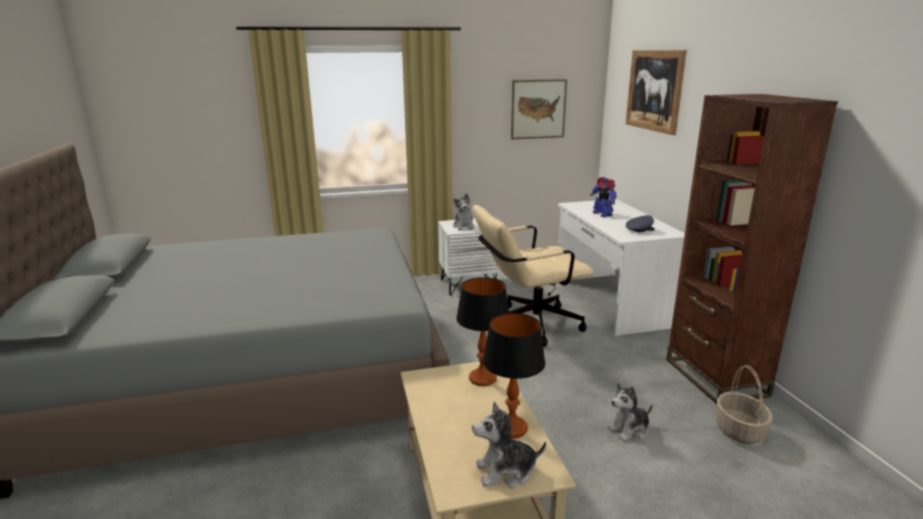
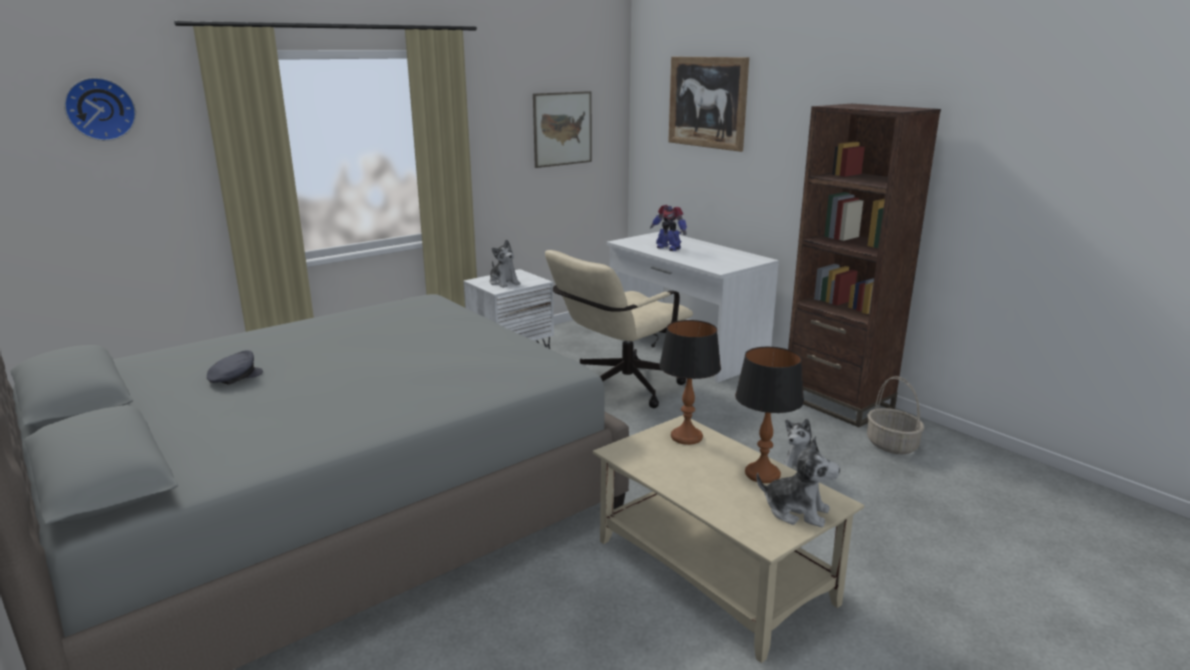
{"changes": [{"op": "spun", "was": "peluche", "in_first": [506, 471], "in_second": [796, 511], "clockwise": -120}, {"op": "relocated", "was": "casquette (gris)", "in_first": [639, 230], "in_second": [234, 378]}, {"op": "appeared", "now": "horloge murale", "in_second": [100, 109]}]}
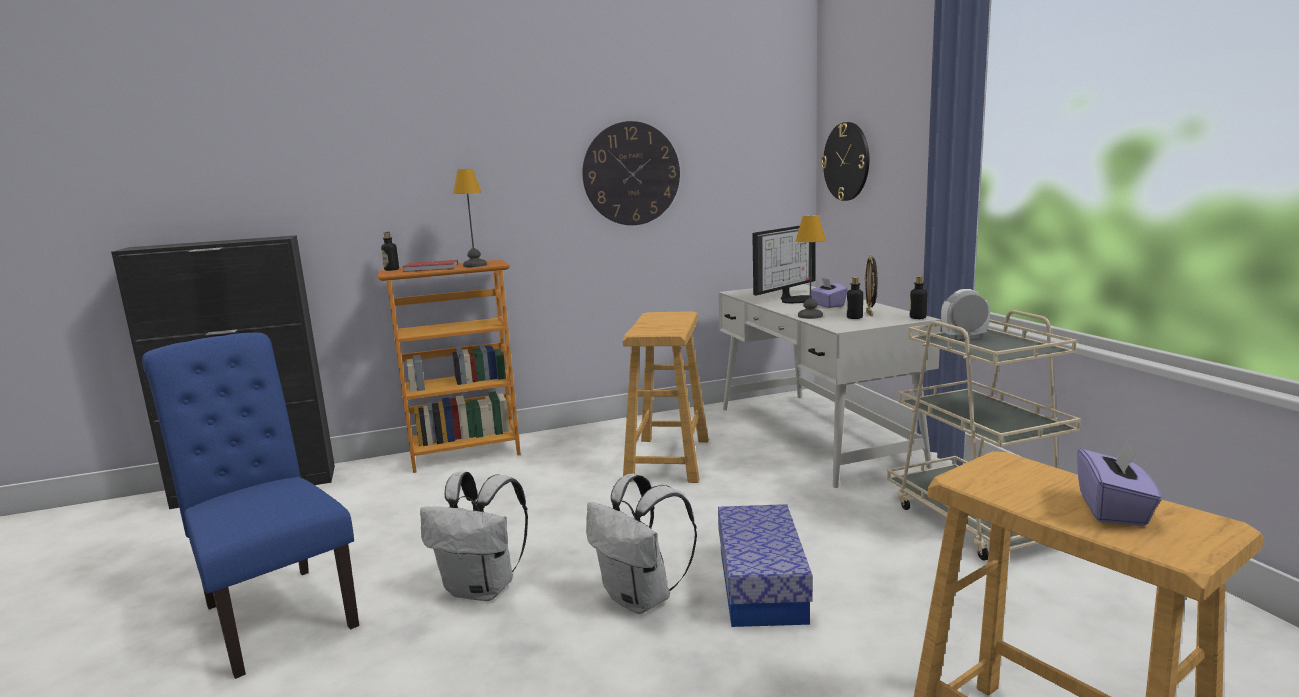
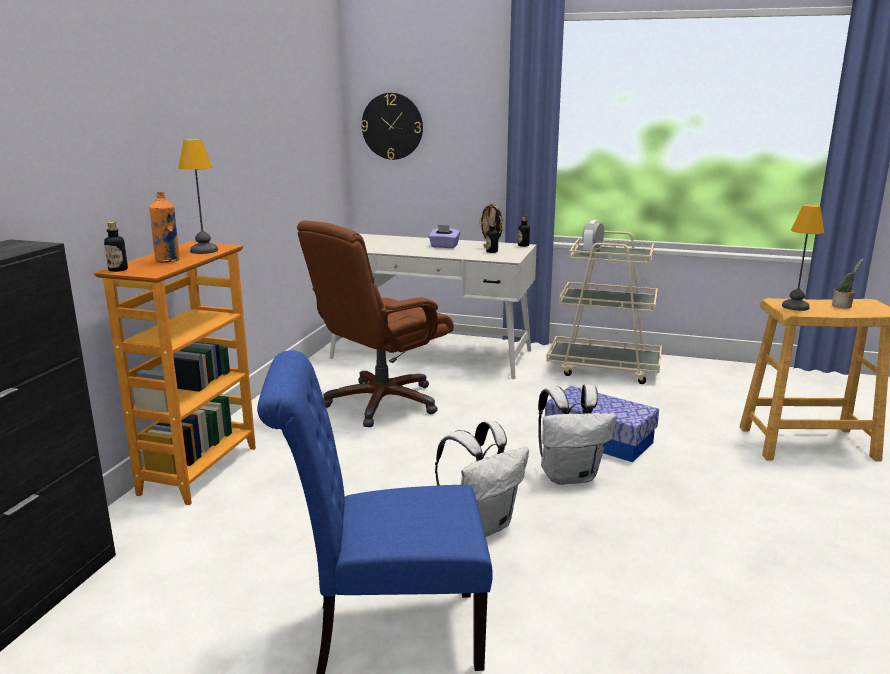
{"changes": [{"op": "exchanged", "was": "livre (rouge)", "now": "bouteille (orange)", "in_first": [431, 268], "in_second": [168, 261]}, {"op": "missing", "was": "horloge murale", "in_first": [631, 174]}, {"op": "exchanged", "was": "tabouret (beige)", "now": "chaise de bureau (marron)", "in_first": [668, 459], "in_second": [381, 403]}, {"op": "missing", "was": "écran d'ordinateur", "in_first": [794, 299]}, {"op": "relocated", "was": "lampe de table", "in_first": [811, 316], "in_second": [795, 306]}, {"op": "exchanged", "was": "boîte à mouchoirs (violet)", "now": "plante en pot", "in_first": [1113, 509], "in_second": [843, 306]}]}
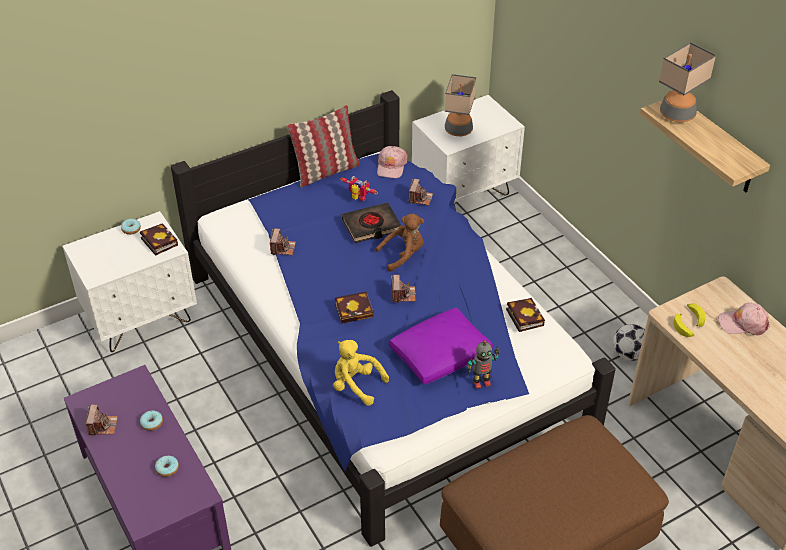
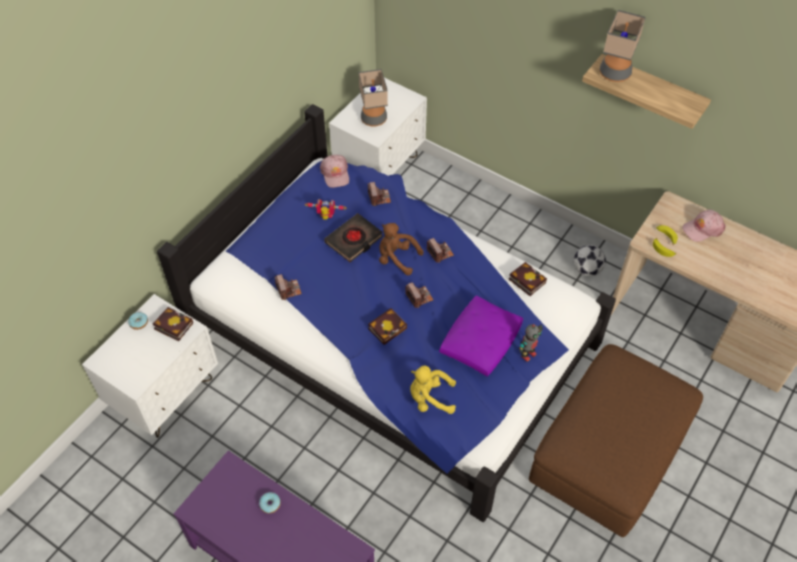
{"changes": [{"op": "relocated", "was": "appareil photo", "in_first": [102, 426], "in_second": [440, 253]}, {"op": "missing", "was": "beignet", "in_first": [167, 469]}, {"op": "missing", "was": "coussin", "in_first": [326, 171]}, {"op": "spun", "was": "peluche (marron)", "in_first": [403, 255], "in_second": [396, 258], "clockwise": -105}]}
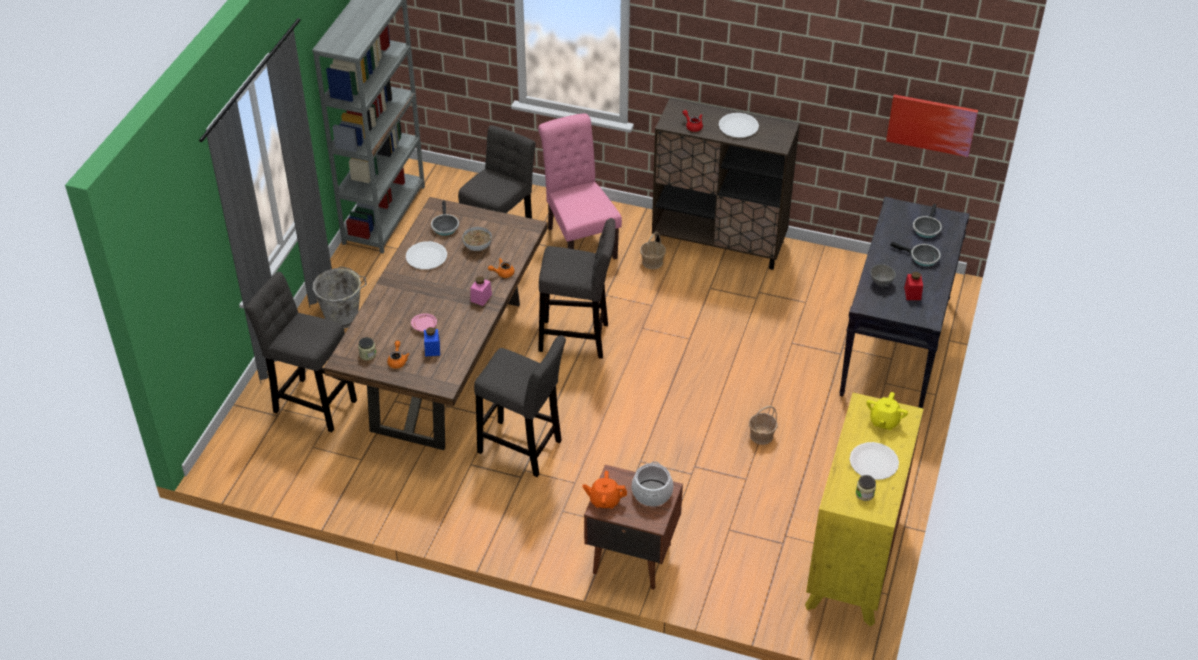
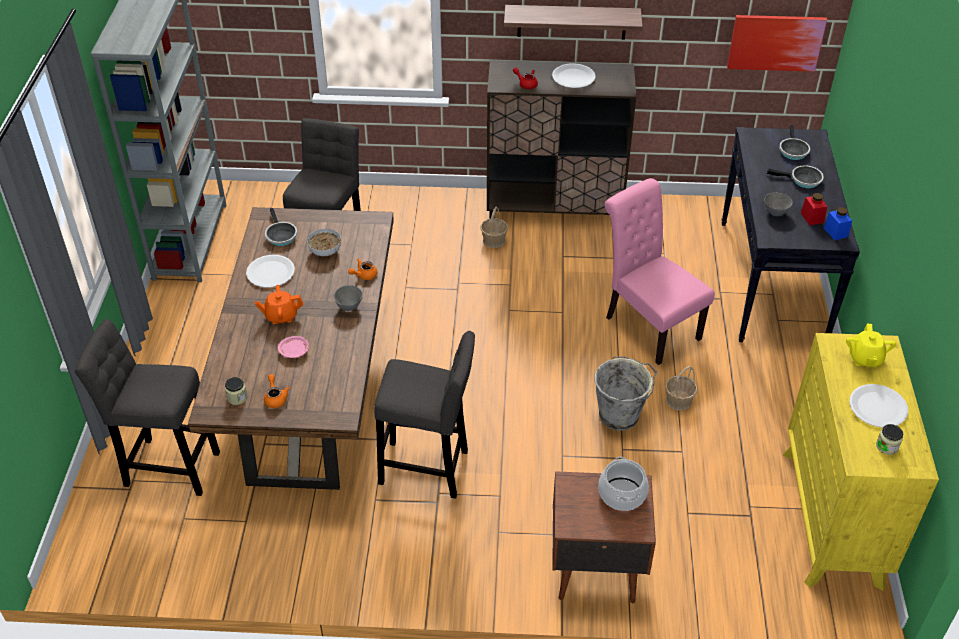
{"changes": [{"op": "relocated", "was": "seau (gris)", "in_first": [343, 317], "in_second": [620, 415]}, {"op": "relocated", "was": "bocal (bleu)", "in_first": [432, 349], "in_second": [836, 232]}, {"op": "exchanged", "was": "bocal (rose)", "now": "bol (gris)", "in_first": [481, 298], "in_second": [349, 307]}, {"op": "relocated", "was": "chaise (rose)", "in_first": [579, 240], "in_second": [648, 325]}, {"op": "missing", "was": "tabouret (gris)", "in_first": [578, 339]}, {"op": "relocated", "was": "théière (orange)", "in_first": [604, 500], "in_second": [281, 316]}, {"op": "appeared", "now": "étagère", "in_second": [571, 22]}]}
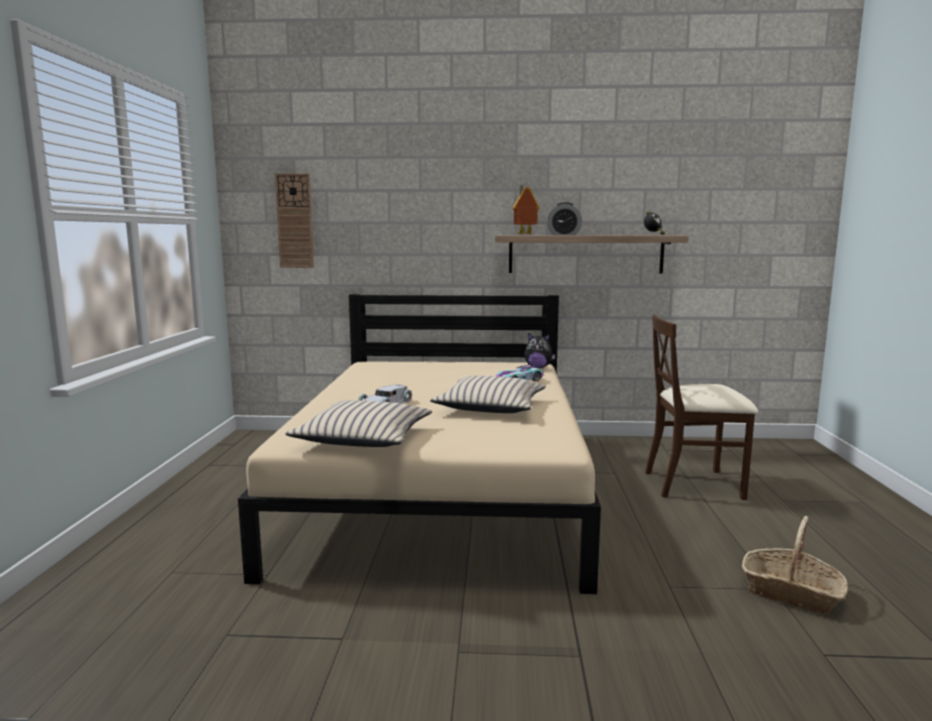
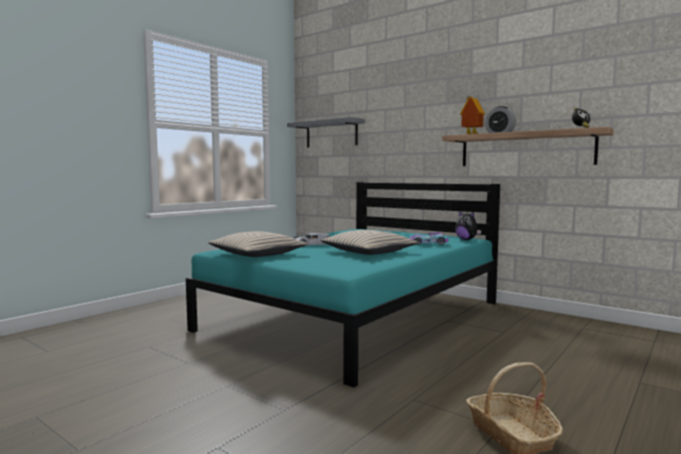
{"changes": [{"op": "colour", "was": "lit (beige)", "now": "lit (turquoise)", "in_first": [441, 490], "in_second": [357, 315]}, {"op": "exchanged", "was": "horloge murale", "now": "étagère (gris)", "in_first": [295, 221], "in_second": [331, 134]}, {"op": "missing", "was": "chaise (beige)", "in_first": [694, 484]}]}
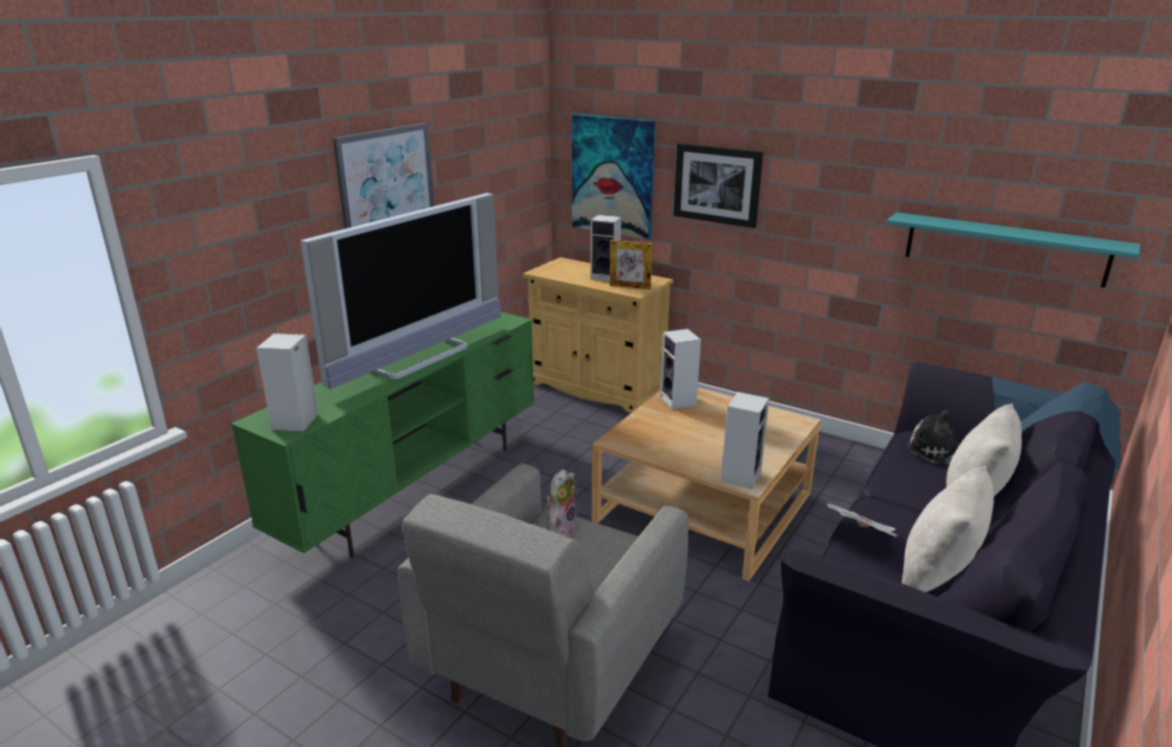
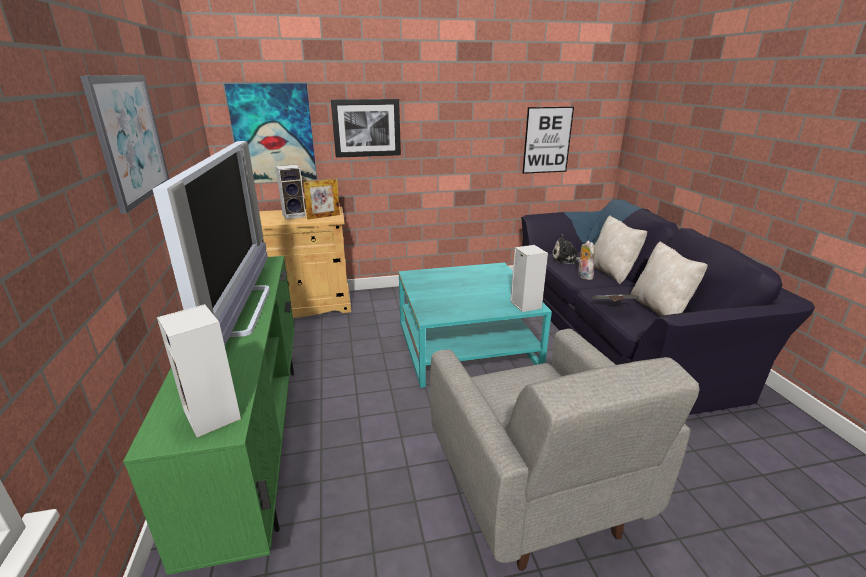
{"changes": [{"op": "relocated", "was": "peluche", "in_first": [560, 529], "in_second": [583, 276]}, {"op": "colour", "was": "table basse (beige)", "now": "table basse (turquoise)", "in_first": [704, 507], "in_second": [466, 345]}, {"op": "missing", "was": "enceinte", "in_first": [679, 401]}, {"op": "exchanged", "was": "étagère (turquoise)", "now": "tableau", "in_first": [1004, 249], "in_second": [547, 140]}]}
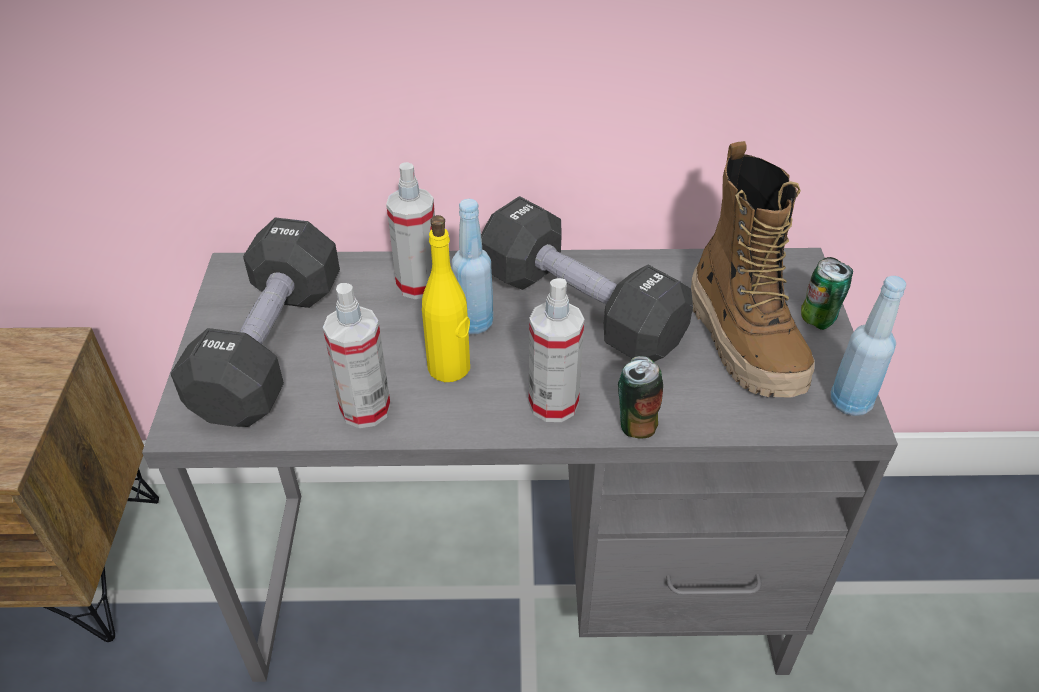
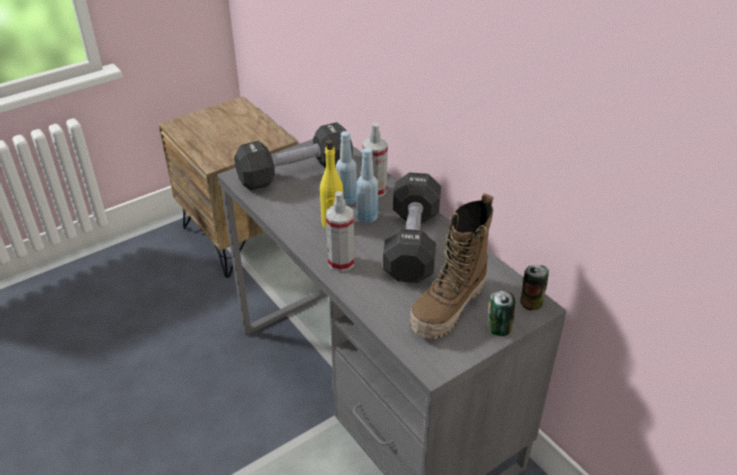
{"changes": [{"op": "missing", "was": "vaporisateur", "in_first": [365, 409]}, {"op": "relocated", "was": "boîte métallique", "in_first": [636, 423], "in_second": [531, 303]}, {"op": "relocated", "was": "bouteille (bleu)", "in_first": [850, 403], "in_second": [346, 200]}]}
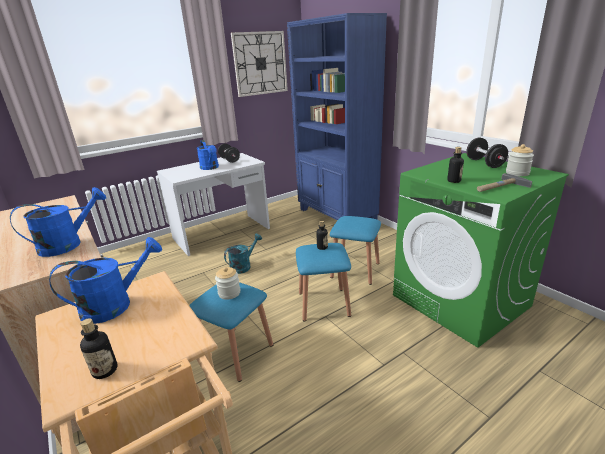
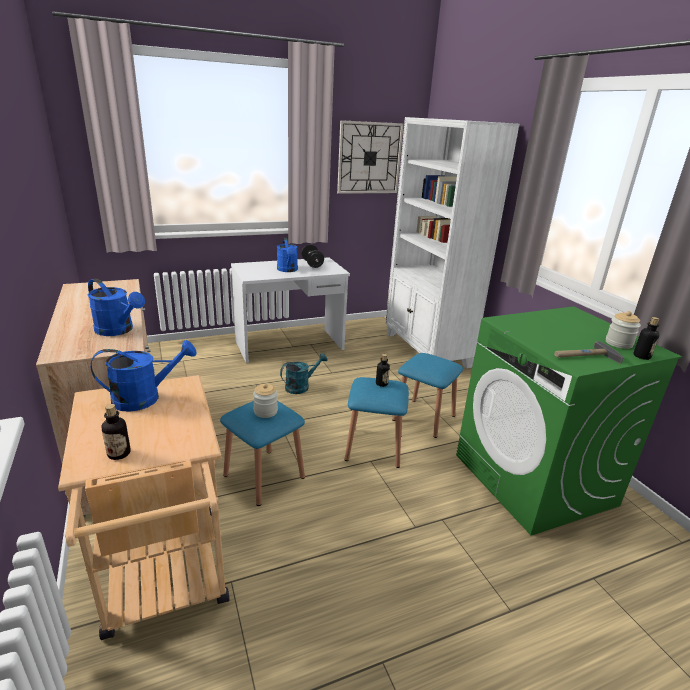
{"changes": [{"op": "spun", "was": "arrosoir (bleu)", "in_first": [68, 244], "in_second": [118, 330], "clockwise": 60}, {"op": "colour", "was": "bibliothèque (bleu)", "now": "bibliothèque (blanc)", "in_first": [336, 216], "in_second": [426, 350]}, {"op": "relocated", "was": "bouteille", "in_first": [454, 181], "in_second": [641, 356]}, {"op": "missing", "was": "haltère (noir)", "in_first": [484, 163]}]}
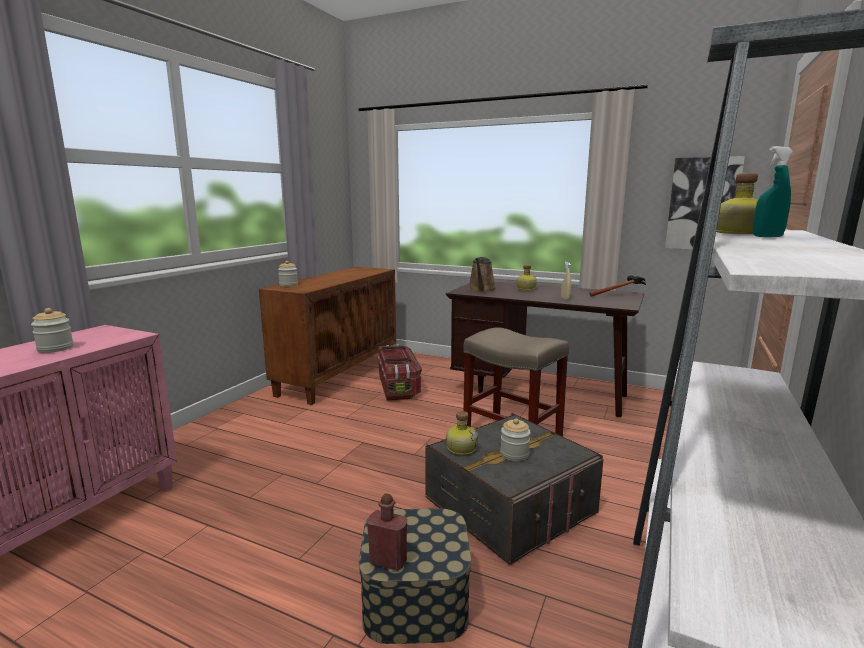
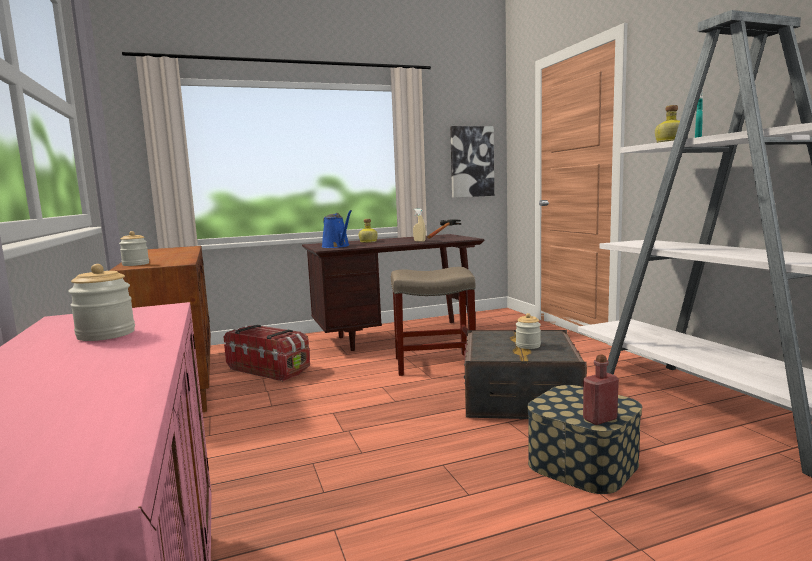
{"changes": [{"op": "missing", "was": "bouteille", "in_first": [461, 448]}, {"op": "colour", "was": "arrosoir (marron)", "now": "arrosoir (bleu)", "in_first": [481, 290], "in_second": [337, 246]}]}
